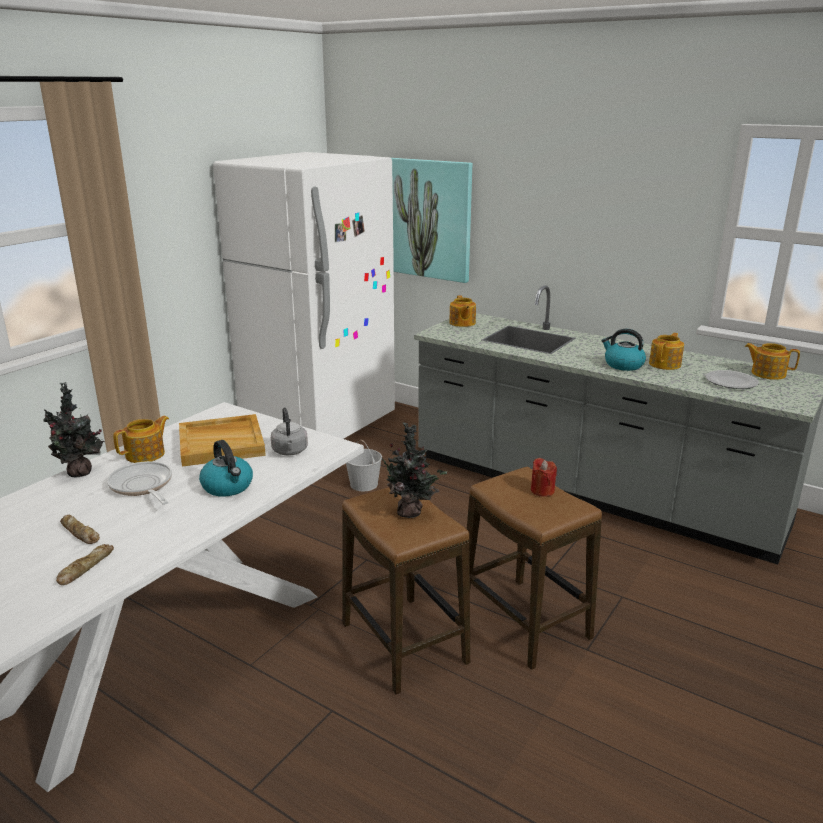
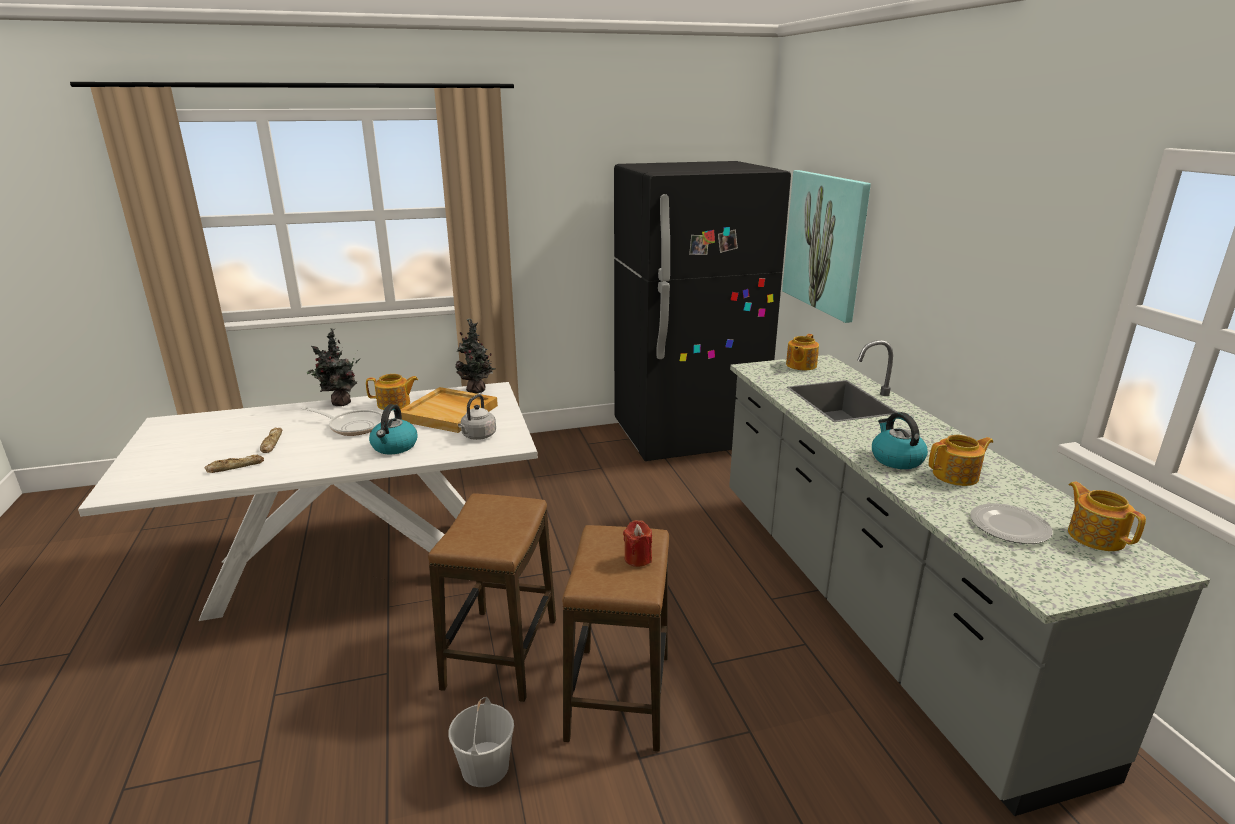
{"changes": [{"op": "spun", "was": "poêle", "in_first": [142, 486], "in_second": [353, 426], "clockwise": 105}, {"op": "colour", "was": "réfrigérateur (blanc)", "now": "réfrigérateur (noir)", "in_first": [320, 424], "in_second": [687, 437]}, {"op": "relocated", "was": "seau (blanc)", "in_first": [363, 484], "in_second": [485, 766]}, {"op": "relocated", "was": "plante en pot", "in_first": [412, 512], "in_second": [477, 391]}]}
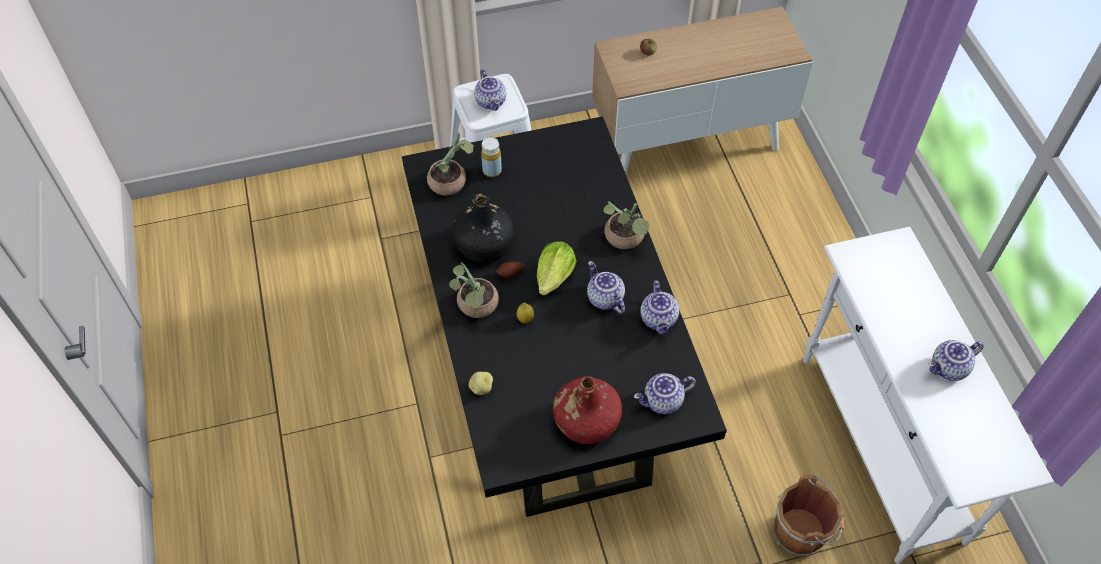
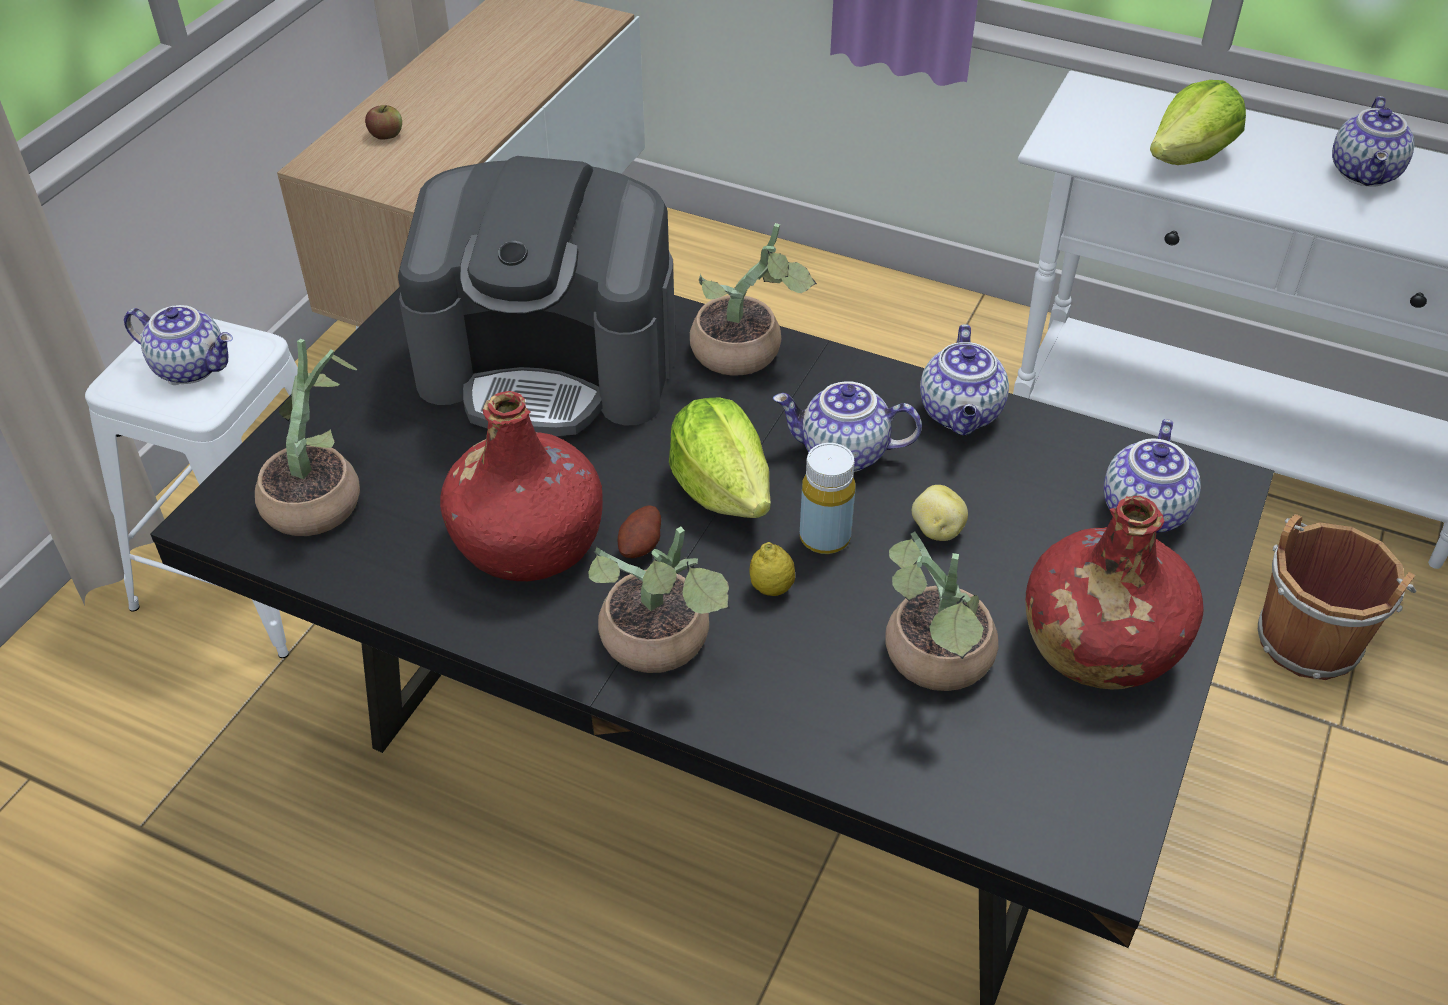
{"changes": [{"op": "colour", "was": "bouteille (noir)", "now": "bouteille (rouge)", "in_first": [485, 244], "in_second": [529, 540]}, {"op": "relocated", "was": "pomme de terre", "in_first": [481, 388], "in_second": [936, 530]}, {"op": "relocated", "was": "bouteille (jaune)", "in_first": [492, 170], "in_second": [825, 537]}, {"op": "spun", "was": "théière", "in_first": [659, 319], "in_second": [961, 414], "clockwise": 60}, {"op": "appeared", "now": "machine à café", "in_second": [551, 365]}, {"op": "appeared", "now": "plante en pot", "in_second": [934, 664]}, {"op": "appeared", "now": "laitue", "in_second": [1190, 157]}]}
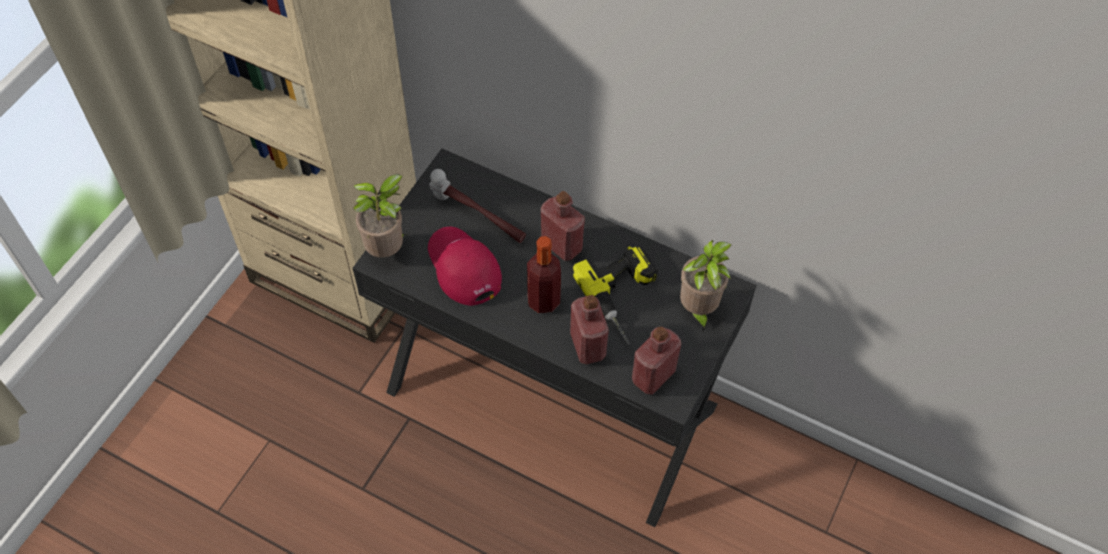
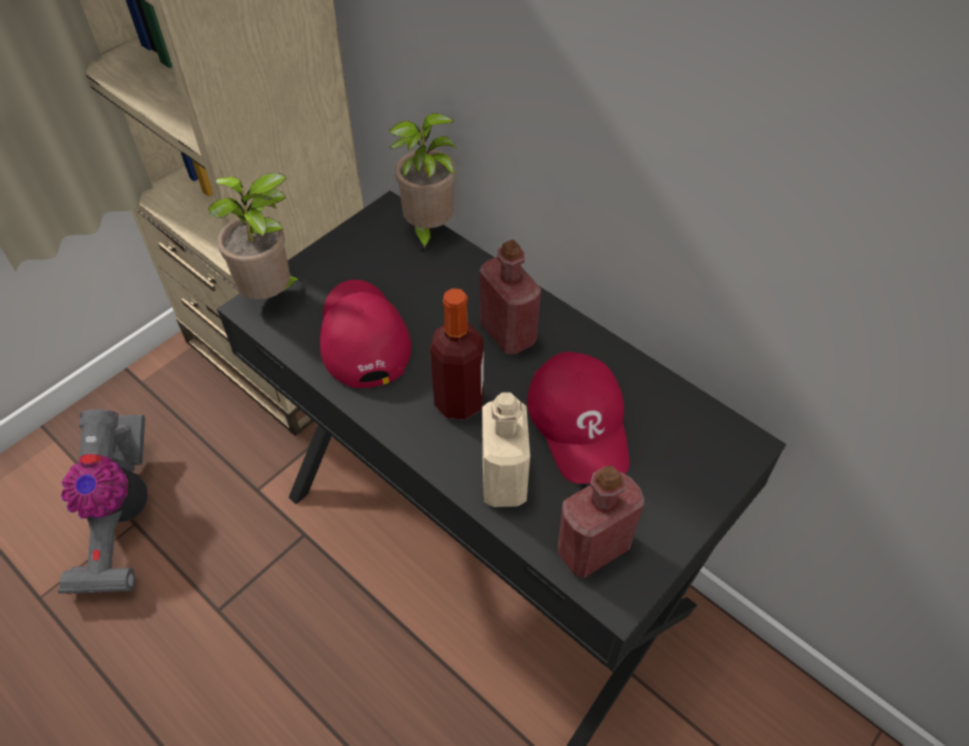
{"changes": [{"op": "missing", "was": "marteau", "in_first": [477, 218]}, {"op": "colour", "was": "bouteille (rouge)", "now": "bouteille (beige)", "in_first": [587, 346], "in_second": [504, 480]}, {"op": "exchanged", "was": "perceuse", "now": "casquette (rouge)", "in_first": [626, 298], "in_second": [580, 422]}, {"op": "relocated", "was": "plante en pot", "in_first": [698, 310], "in_second": [427, 230]}, {"op": "appeared", "now": "aspirateur", "in_second": [120, 519]}]}
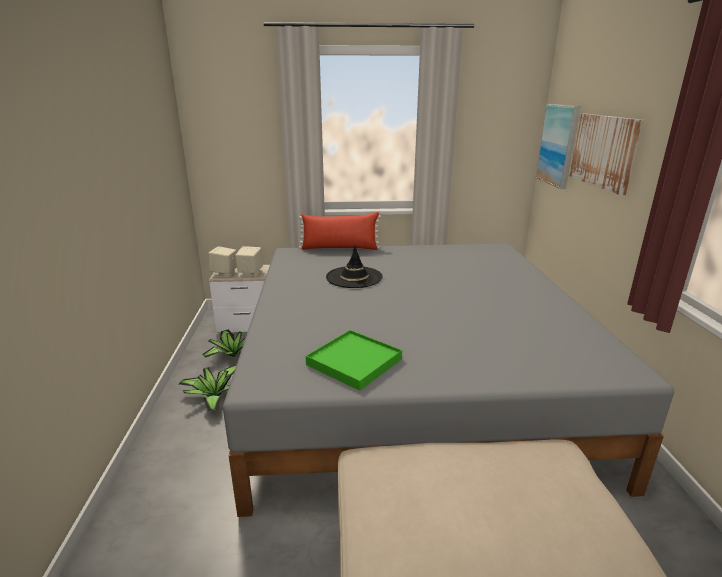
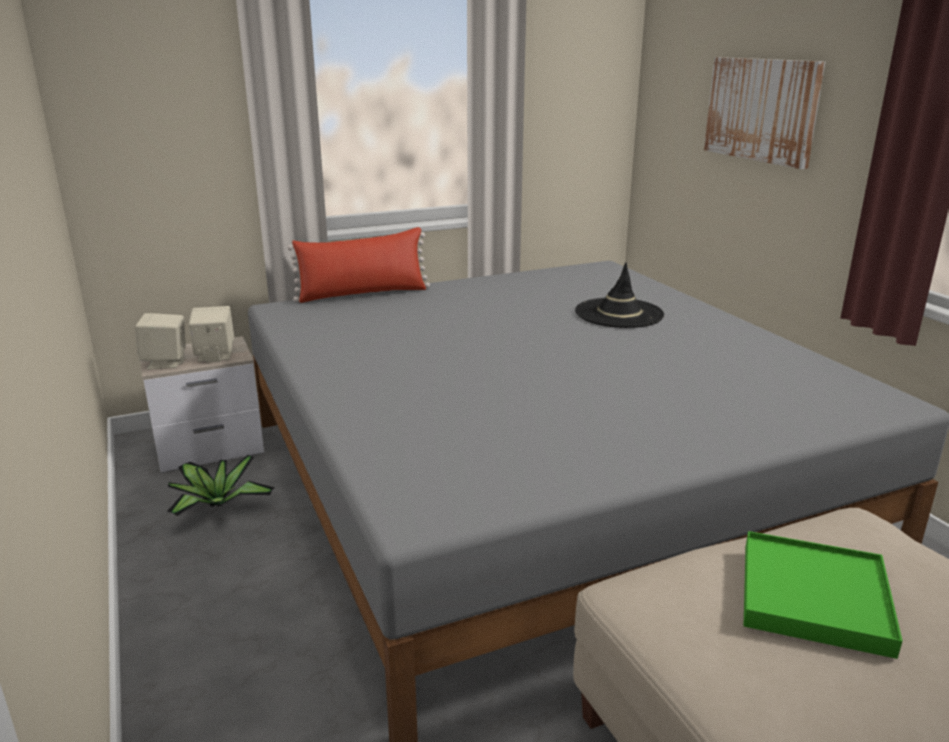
{"changes": [{"op": "missing", "was": "plante en pot", "in_first": [213, 396]}, {"op": "relocated", "was": "plateau (vert)", "in_first": [354, 362], "in_second": [813, 597]}, {"op": "relocated", "was": "chapeau (noir)", "in_first": [354, 277], "in_second": [619, 313]}, {"op": "missing", "was": "tableau", "in_first": [558, 145]}]}
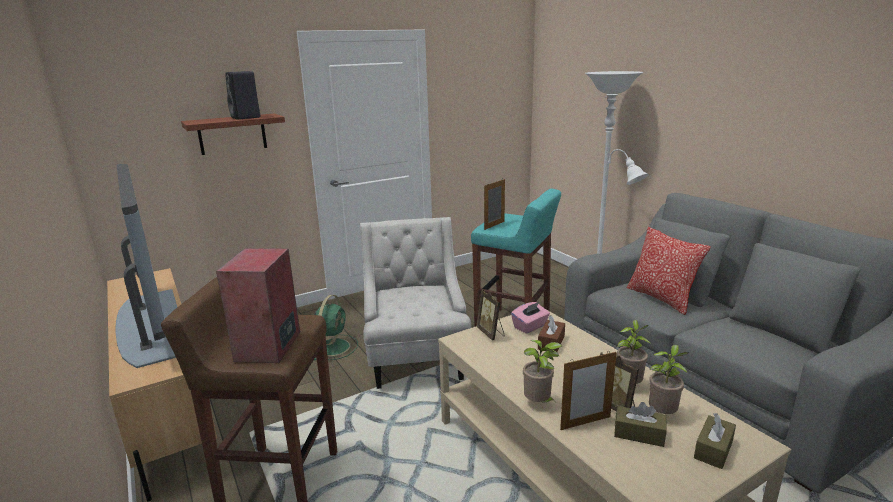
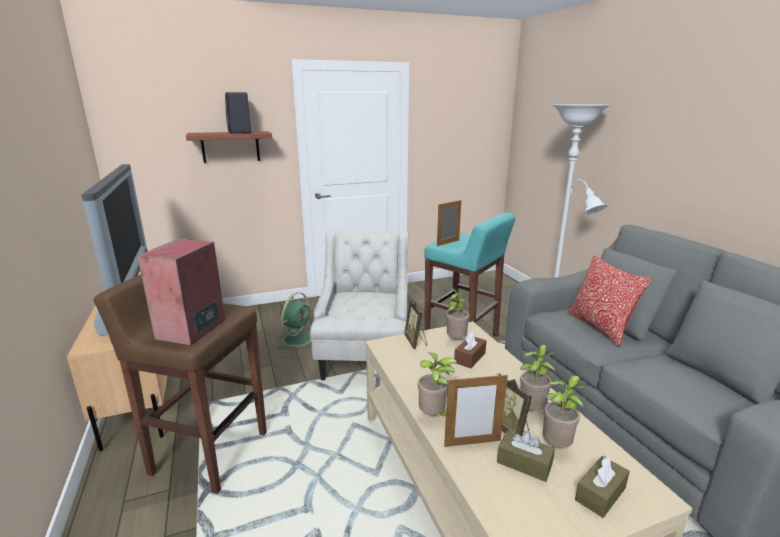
{"changes": [{"op": "exchanged", "was": "boîte à mouchoirs (rose)", "now": "plante en pot", "in_first": [530, 327], "in_second": [455, 340]}]}
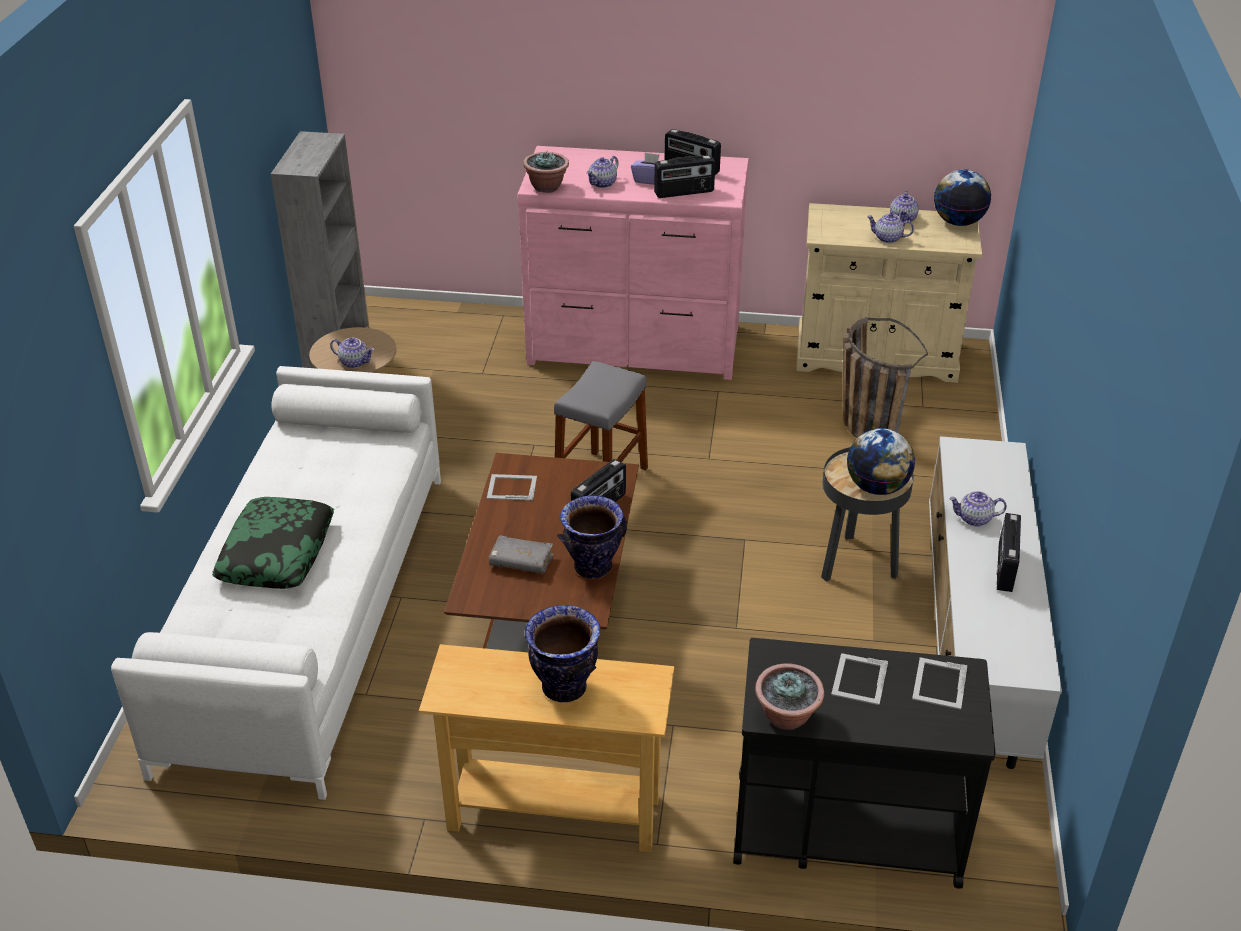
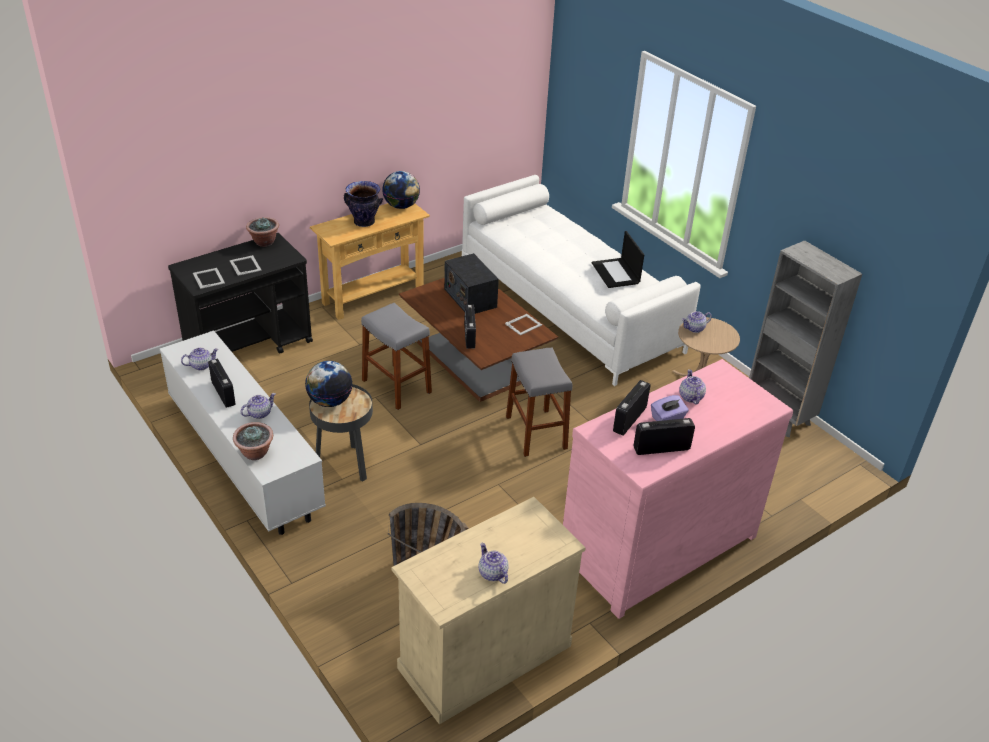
{"changes": [{"op": "missing", "was": "coussin", "in_first": [277, 553]}, {"op": "exchanged", "was": "livre (gris)", "now": "radio", "in_first": [521, 562], "in_second": [470, 298]}, {"op": "relocated", "was": "plante en pot", "in_first": [546, 187], "in_second": [255, 453]}, {"op": "missing", "was": "vase", "in_first": [592, 567]}, {"op": "relocated", "was": "théière", "in_first": [887, 238], "in_second": [201, 365]}, {"op": "relocated", "was": "globe", "in_first": [958, 222], "in_second": [401, 206]}, {"op": "appeared", "now": "tabouret (gris)", "in_second": [396, 386]}, {"op": "appeared", "now": "ordinateur portable", "in_second": [616, 273]}]}
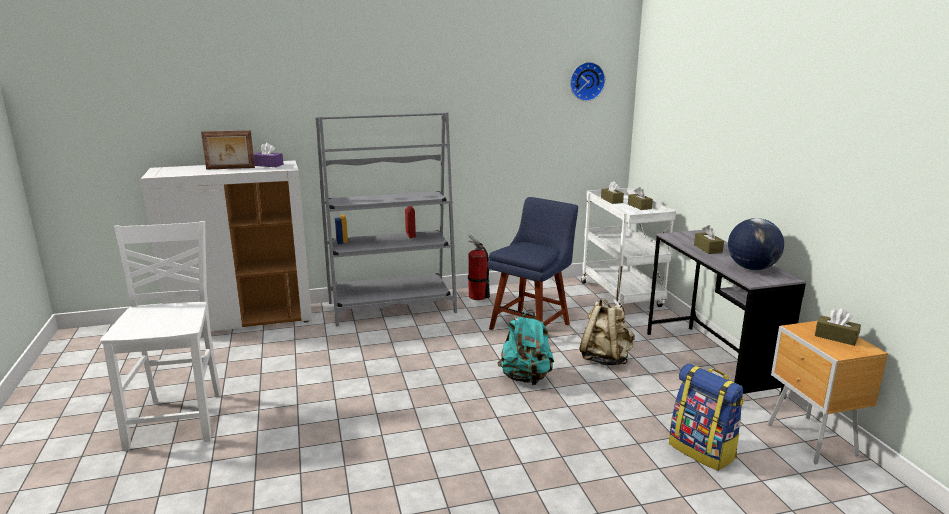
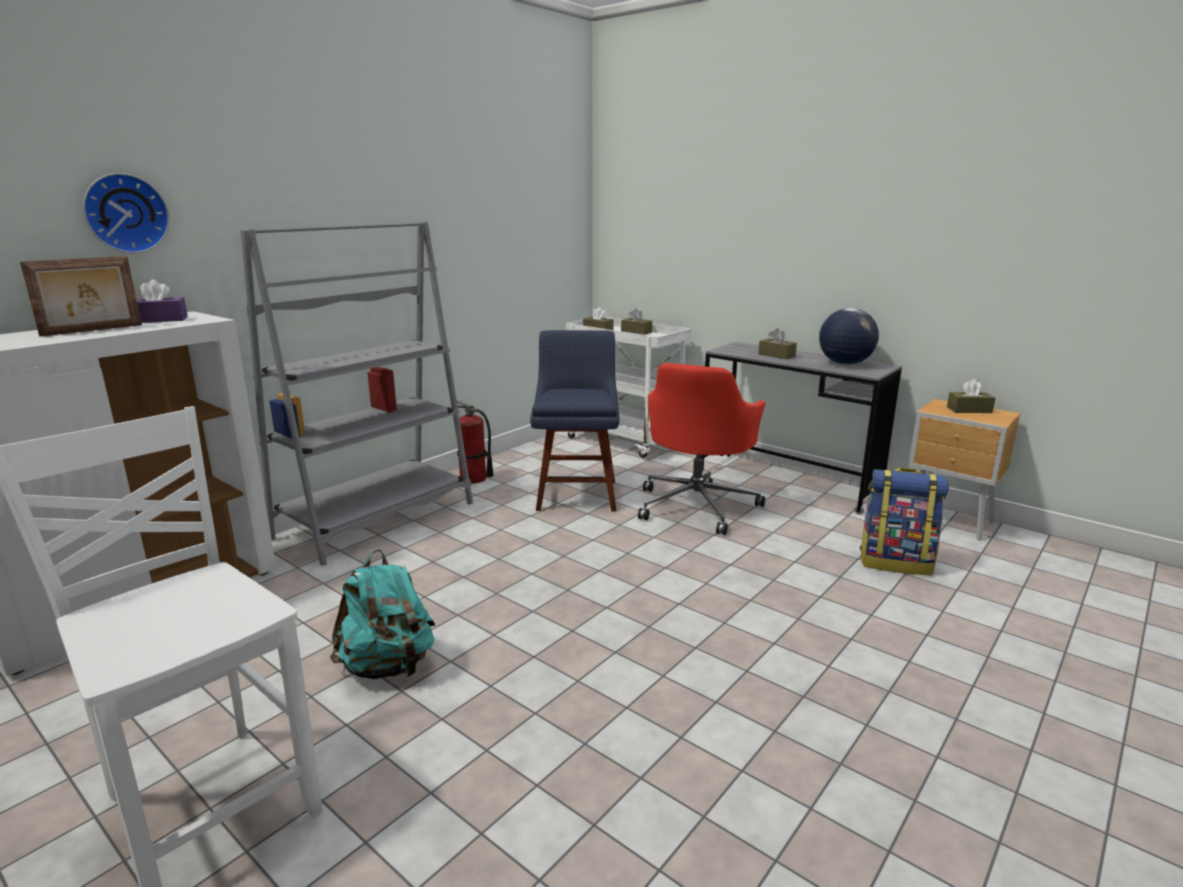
{"changes": [{"op": "relocated", "was": "sac à dos (turquoise)", "in_first": [526, 378], "in_second": [388, 666]}, {"op": "relocated", "was": "horloge murale", "in_first": [586, 81], "in_second": [125, 213]}, {"op": "exchanged", "was": "sac à dos (beige)", "now": "chaise de bureau (rouge)", "in_first": [605, 359], "in_second": [697, 505]}]}
